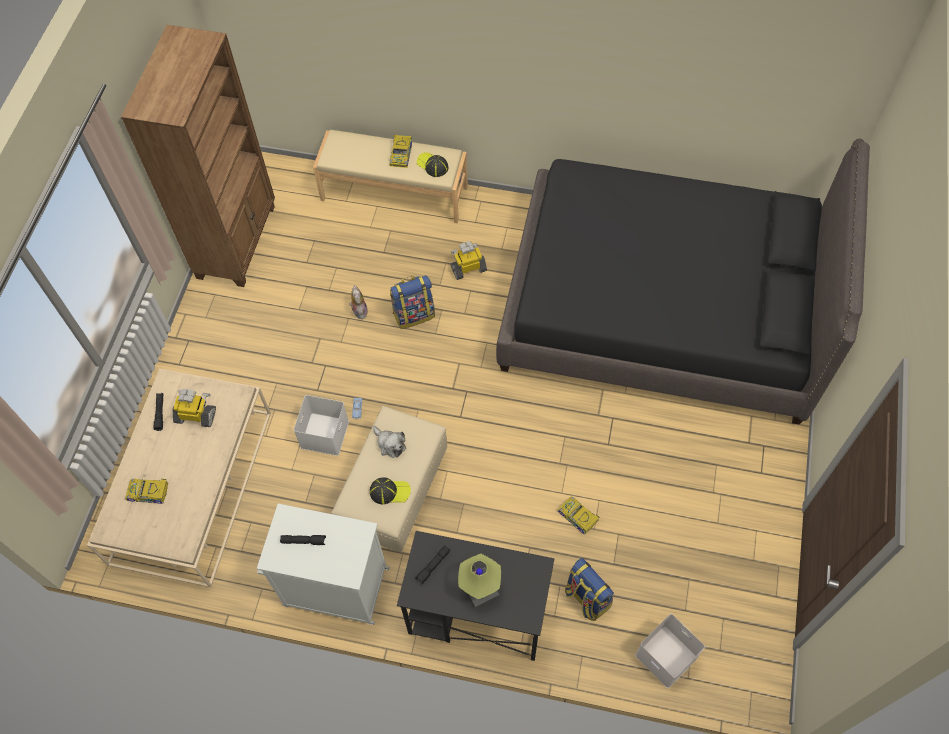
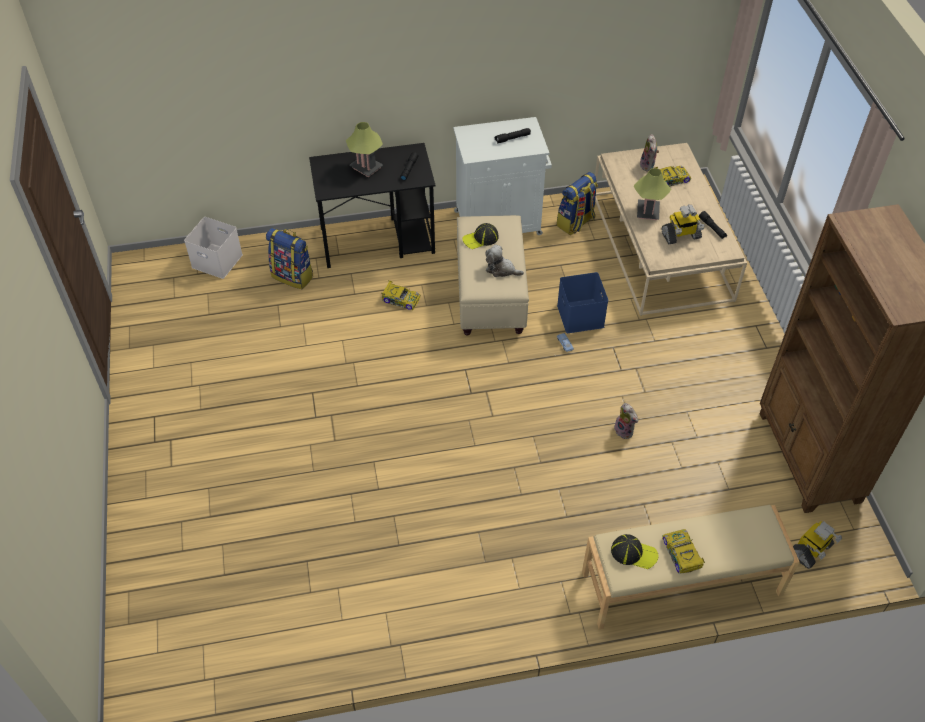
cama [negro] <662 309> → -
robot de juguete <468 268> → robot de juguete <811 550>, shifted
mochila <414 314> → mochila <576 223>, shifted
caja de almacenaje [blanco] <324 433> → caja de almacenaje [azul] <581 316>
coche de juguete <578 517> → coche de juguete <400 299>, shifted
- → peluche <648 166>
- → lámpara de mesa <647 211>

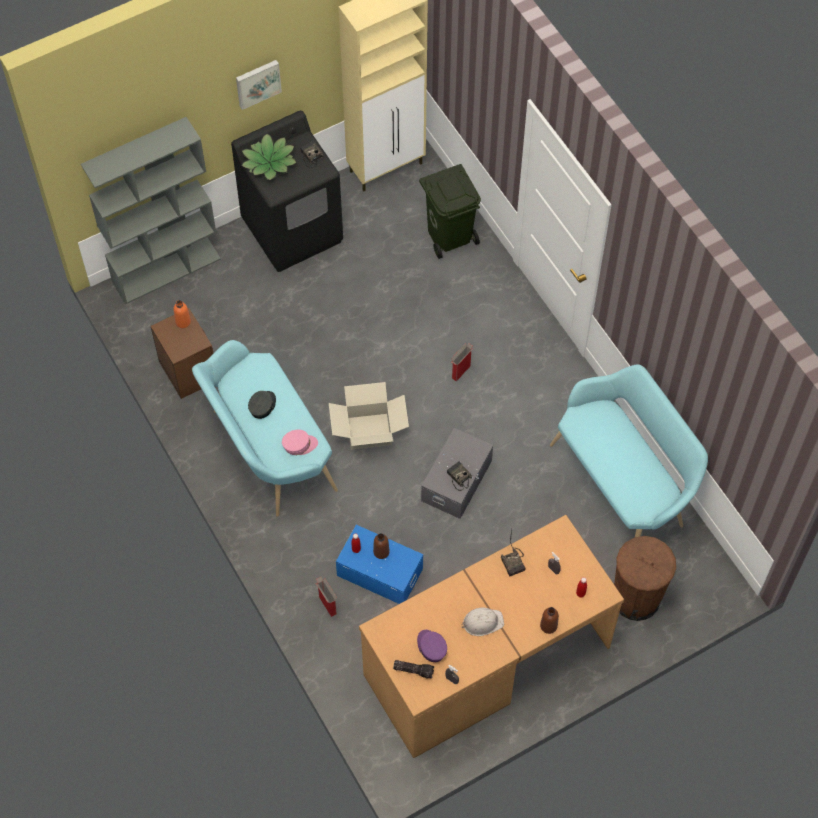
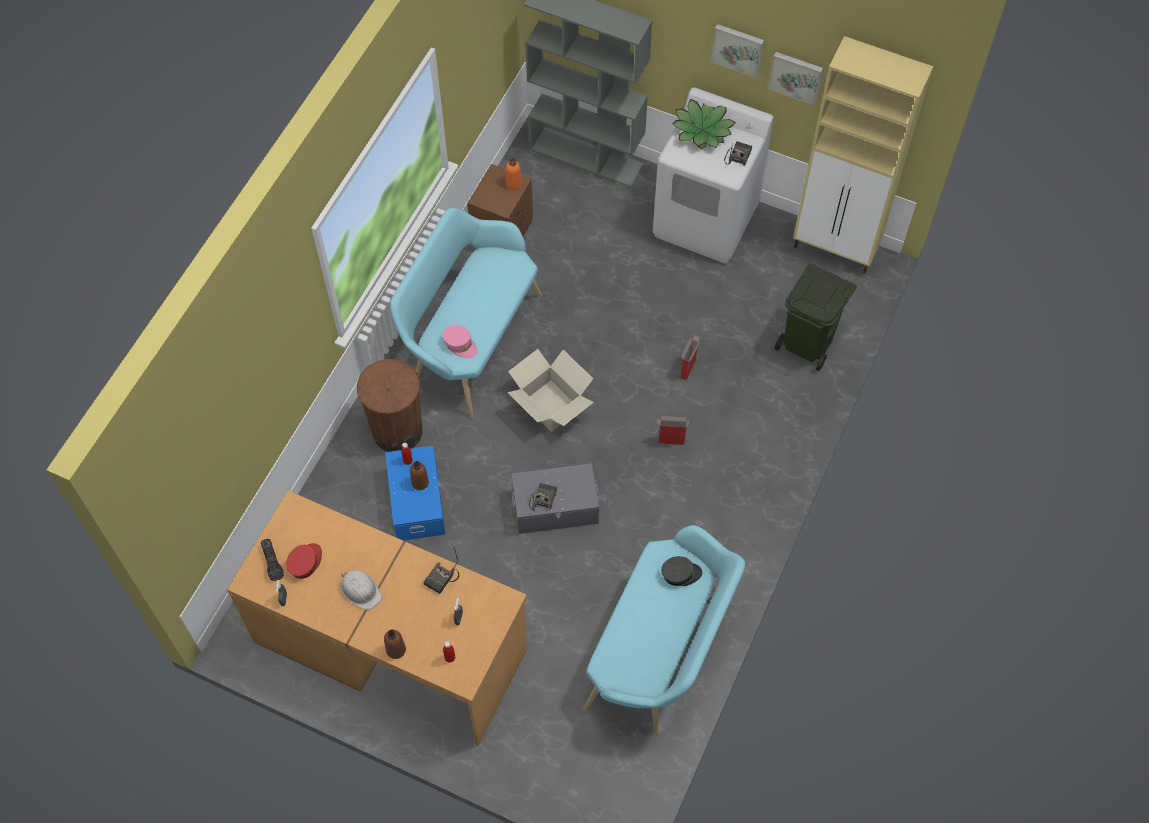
lavadora [negro] <293 230> → lavadora [blanco] <706 220>
gorra [gris] <262 406> → gorra [gris] <680 574>, shifted
papelera [marrón] <636 598> → papelera [marrón] <397 431>, shifted
caja de cartón <327 605> → caja de cartón <688 368>, shifted
gorra [morado] <431 647> → gorra [rojo] <305 562>
- → cuadro <796 76>

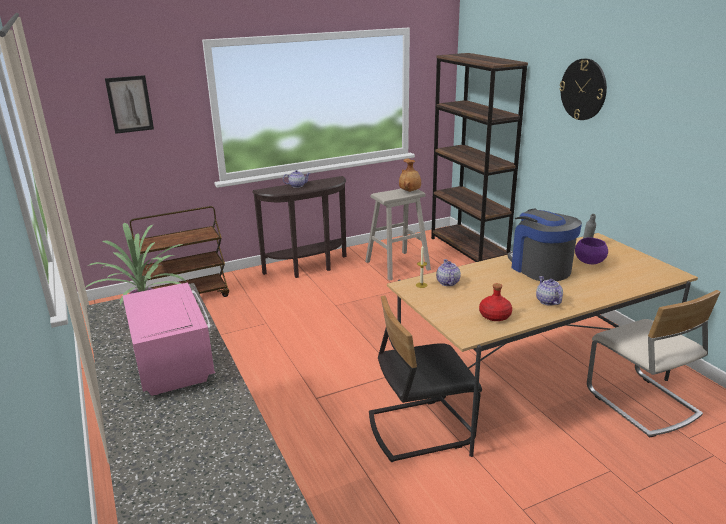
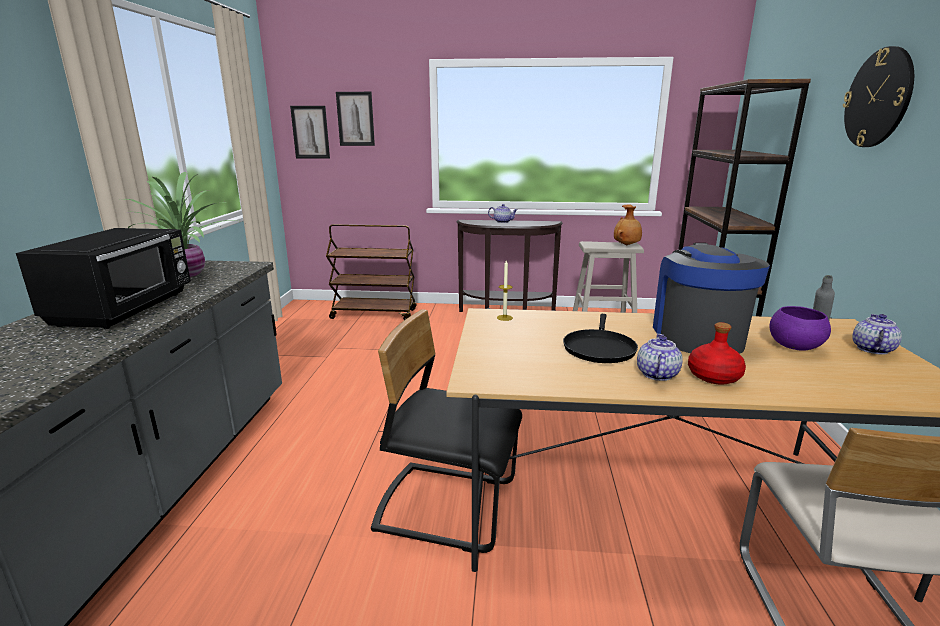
tetera <447 282> → tetera <871 349>, shifted
microondas [rosa] <173 363> → microondas [negro] <126 308>
botella [rojo] <495 315> → botella [rojo] <714 376>, shifted
- → cuadro <310 132>
- → sartén [negro] <599 348>

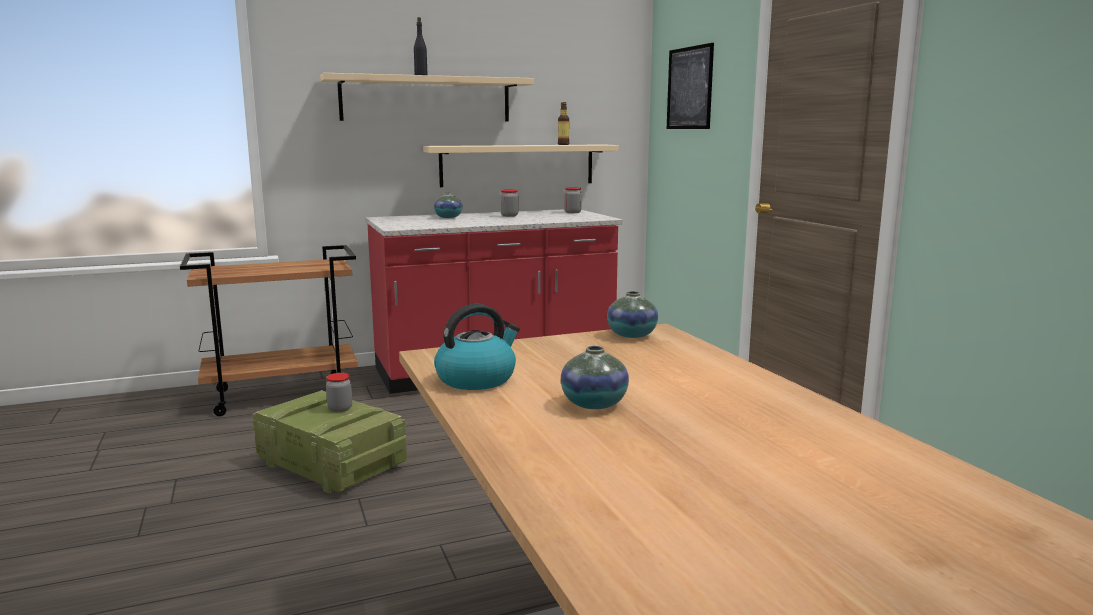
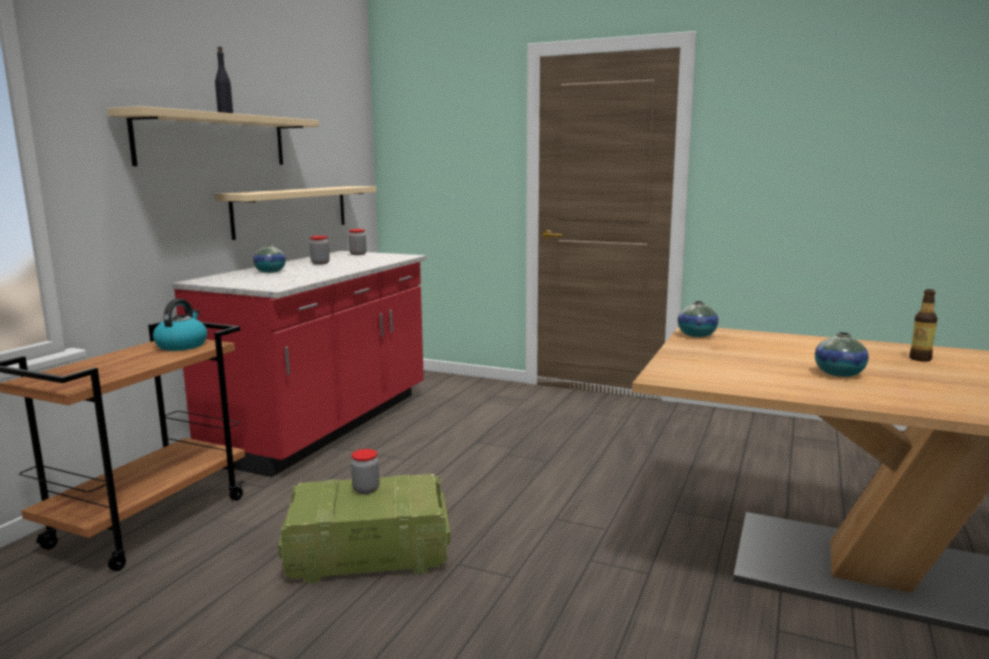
cuadro <689 88> → -
botella <563 144> → botella <920 359>, shifted
hervidor <477 379> → hervidor <182 345>, shifted

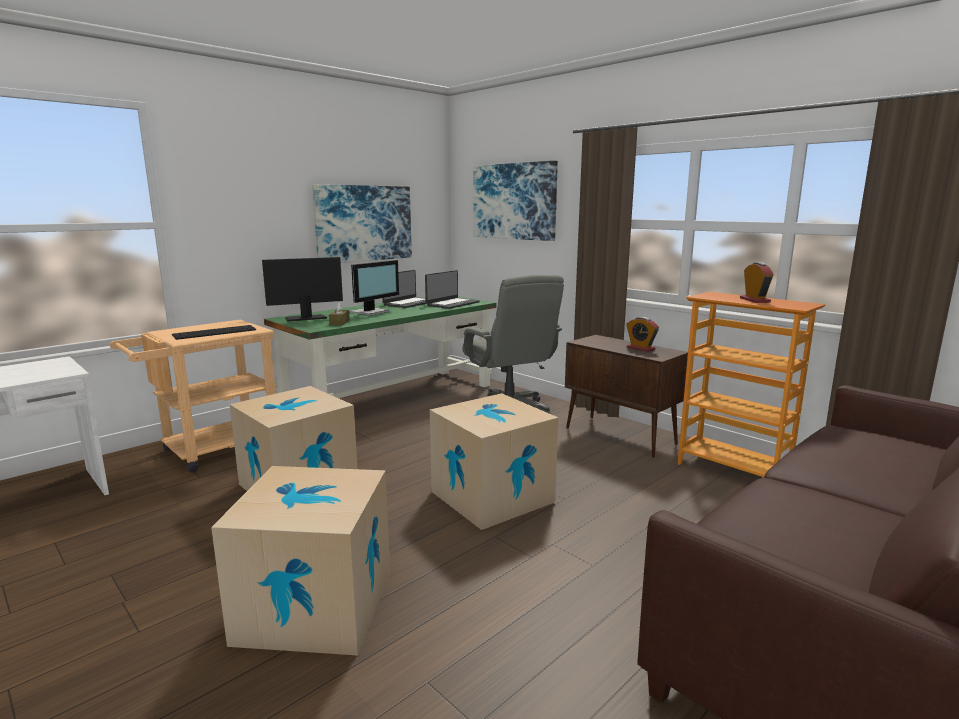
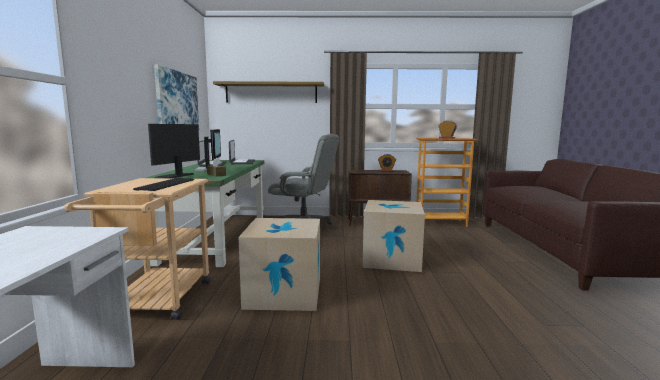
cuadro <514 201> → estante <271 93>
caja de cartón <316 606> → -

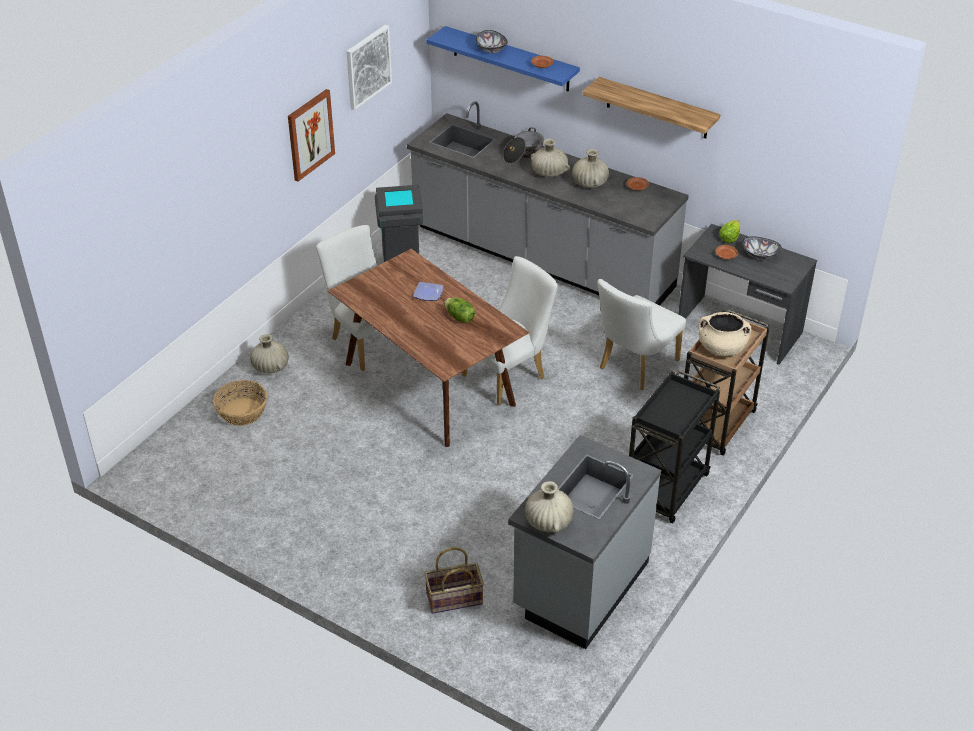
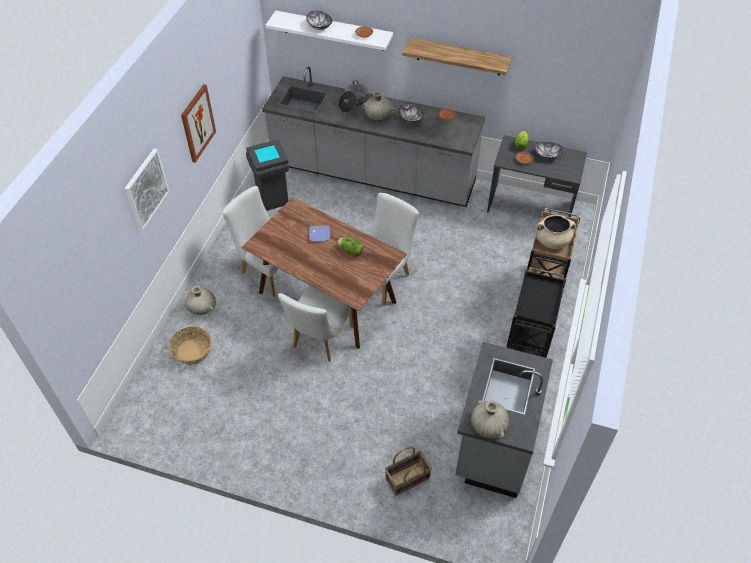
cuadro <367 66> → cuadro <146 189>, shifted
estante [azul] <510 59> → estante [blanco] <334 31>
florero [beis] <590 183> → cuenco <411 119>
silla [blanco] <634 367> → silla [blanco] <320 340>, shifted

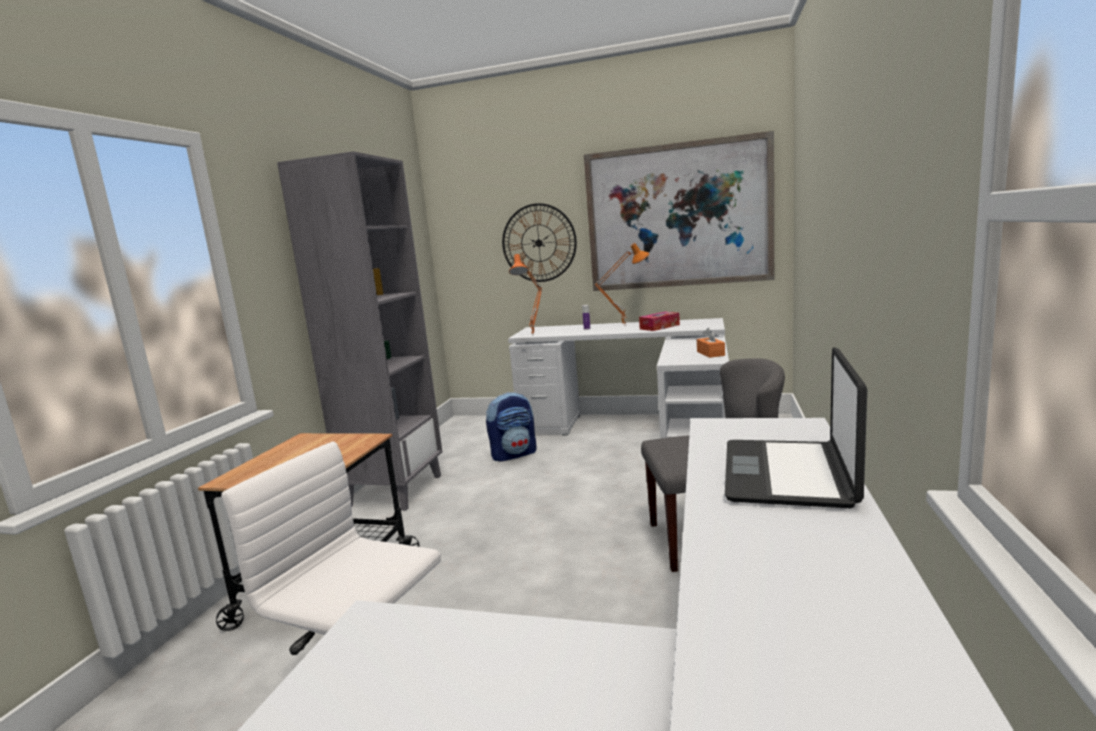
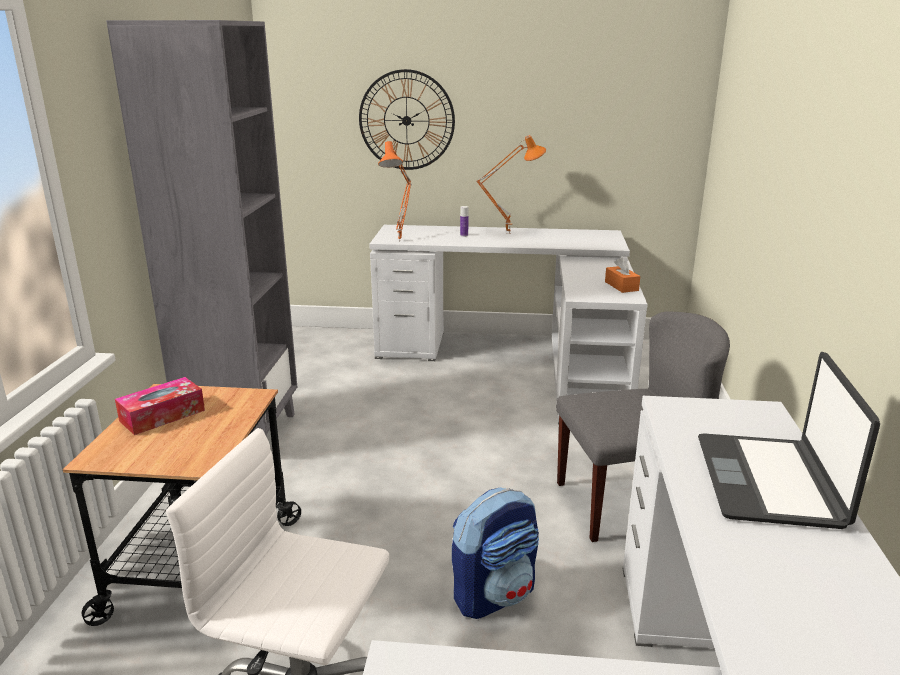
cuadro <678 216> → -
caja de pañuelos <659 327> → caja de pañuelos <162 415>, shifted
mochila <514 454> → mochila <494 594>, shifted

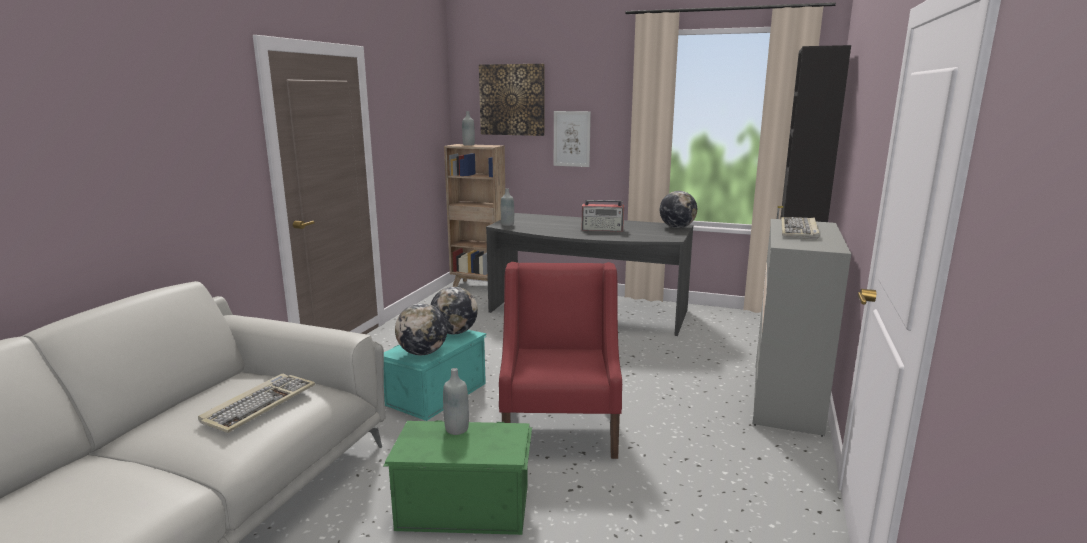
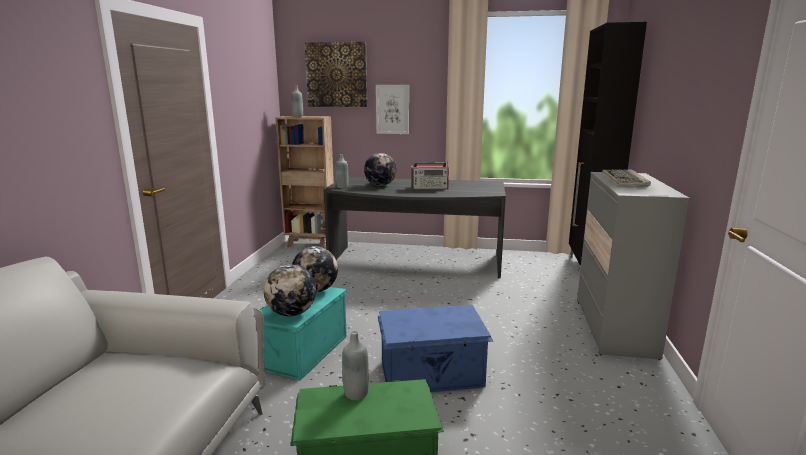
globo terráqueo <677 227> → globo terráqueo <380 185>, shifted
sillón [rojo] <560 428> → caja de almacenaje [azul] <432 375>
teclado <259 405> → -

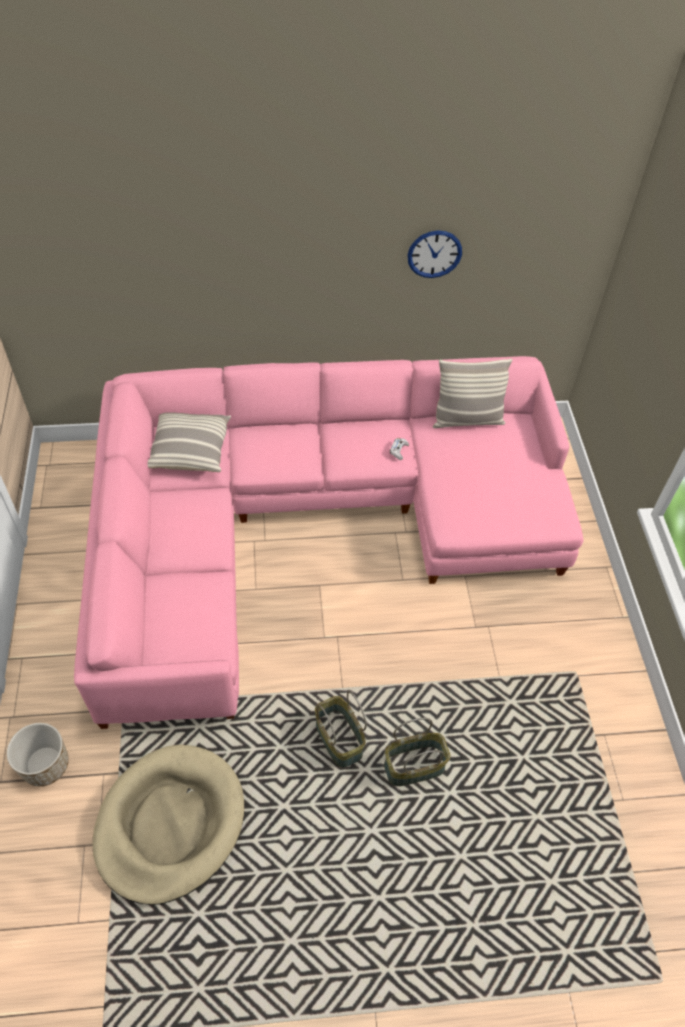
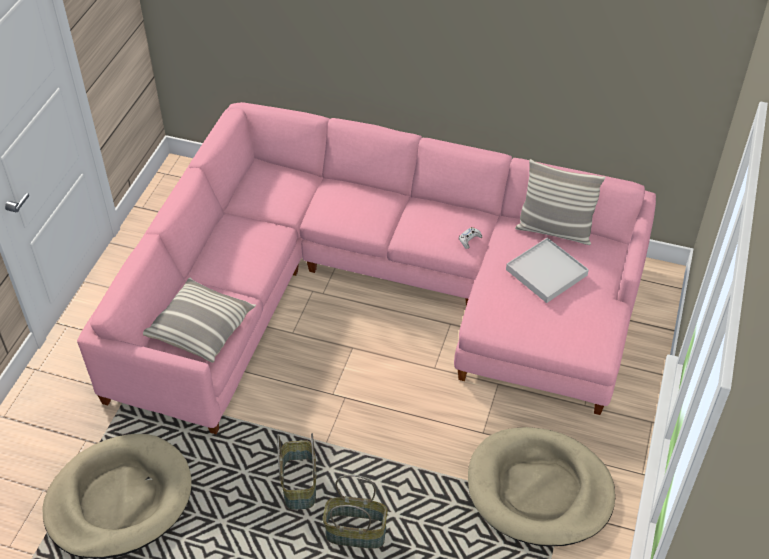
reloj de pared <434 254> → -
cojín <189 450> → cojín <201 329>, shifted
maceta <45 765> → -
- → bandeja [blanco] <546 272>
- → cama para perro [beis] <539 490>

